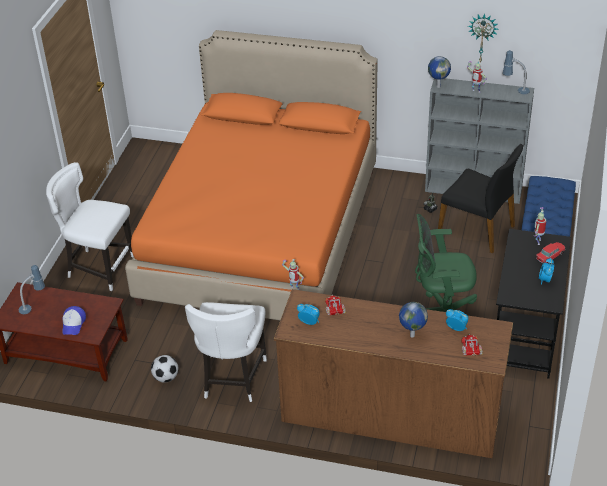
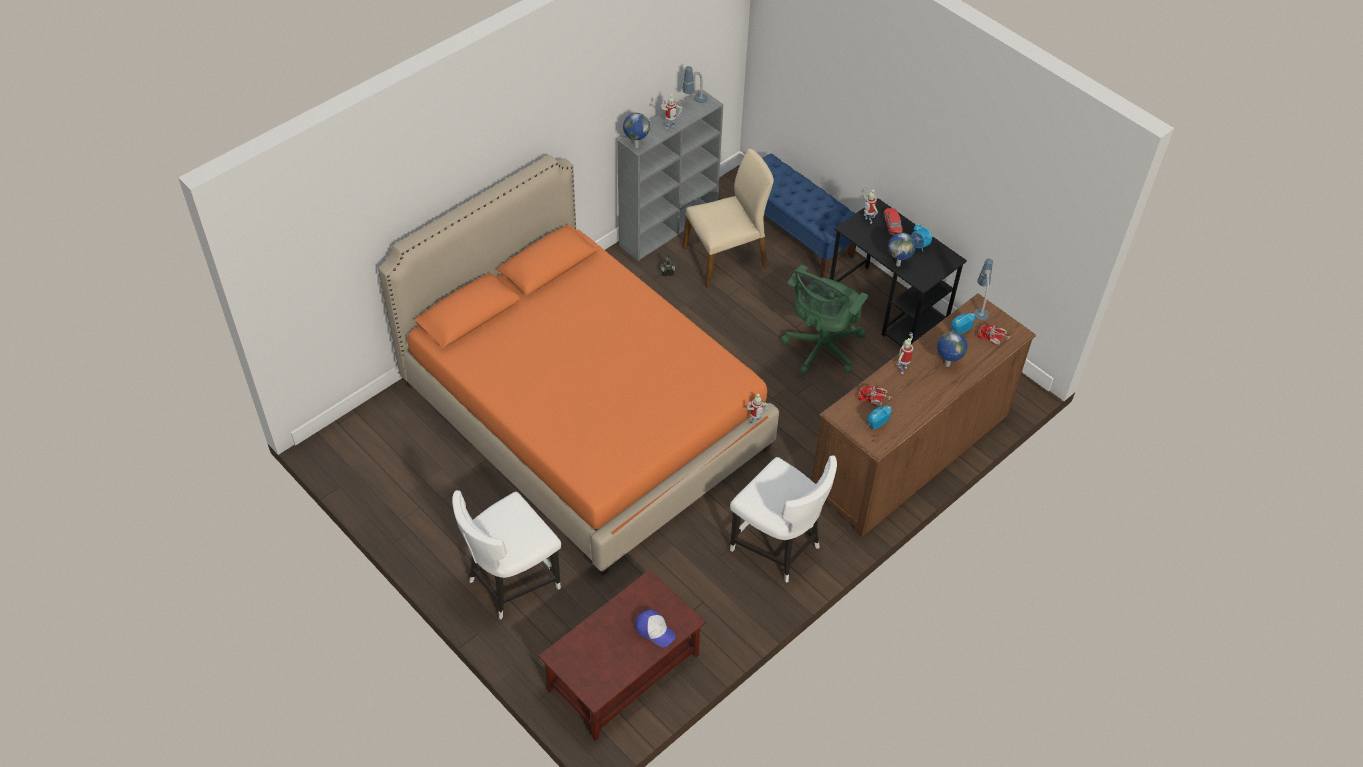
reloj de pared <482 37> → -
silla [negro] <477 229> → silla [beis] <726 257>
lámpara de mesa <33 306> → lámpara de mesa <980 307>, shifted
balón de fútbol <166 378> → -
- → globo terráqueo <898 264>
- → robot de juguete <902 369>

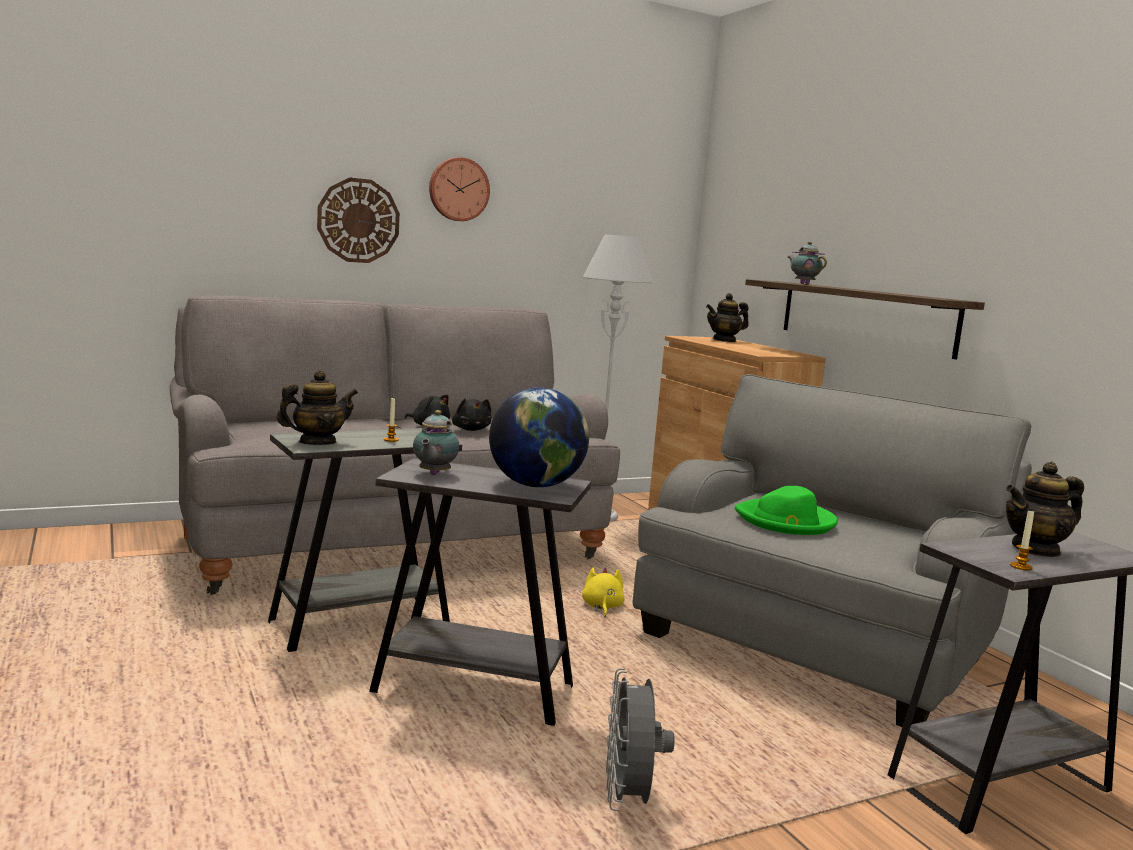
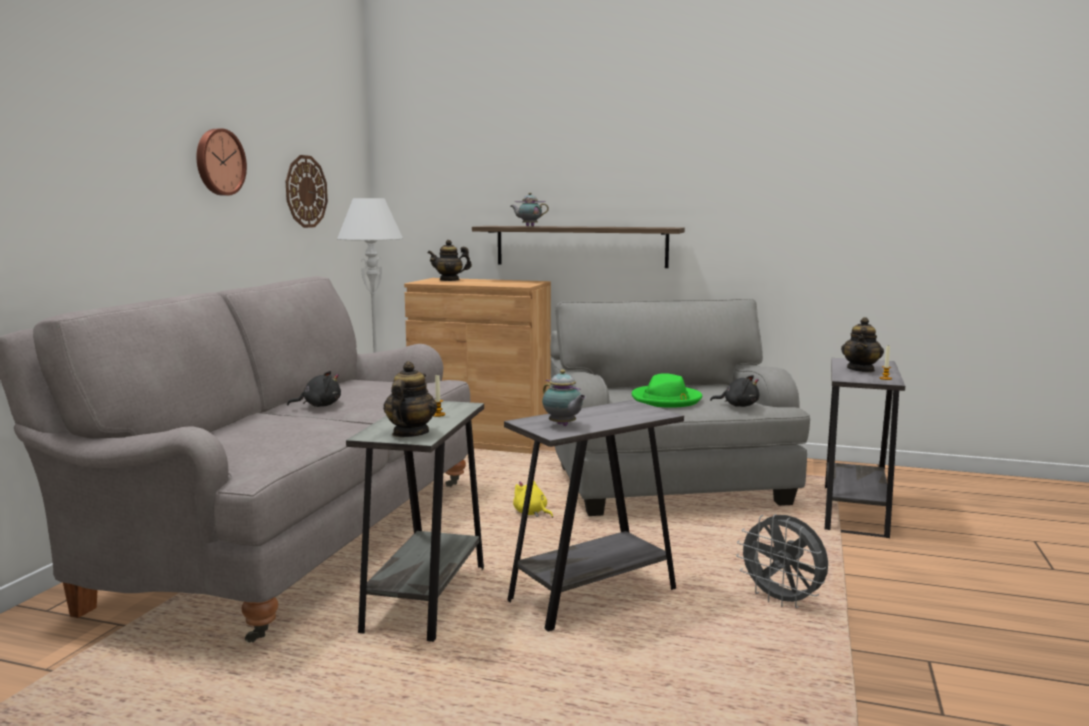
reloj de pared <358 220> → reloj de pared <306 191>, shifted
tetera <724 340> → tetera <449 280>, 60 degrees clockwise
globo terráqueo <535 485> → -
peluche [negro] <471 429> → peluche [negro] <738 405>, shifted

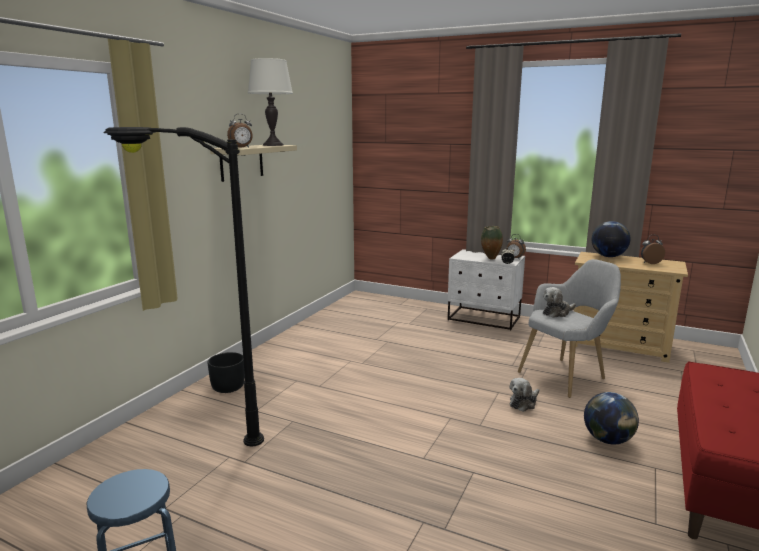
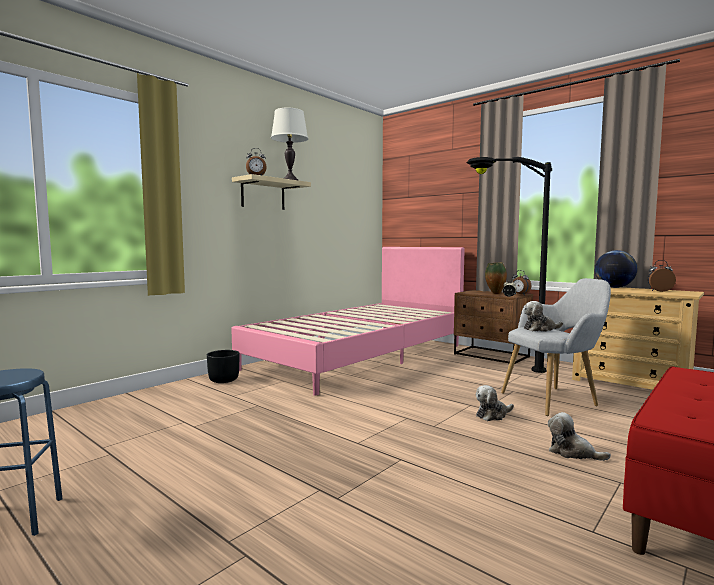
lámpara de pie [negro] <192 438> → lámpara de pie [negro] <493 367>, shifted
mesita de noche [blanco] <484 319> → mesita de noche [marrón] <491 356>
globo terráqueo <607 440> → peluche <572 452>
- → cama [rosa] <359 356>

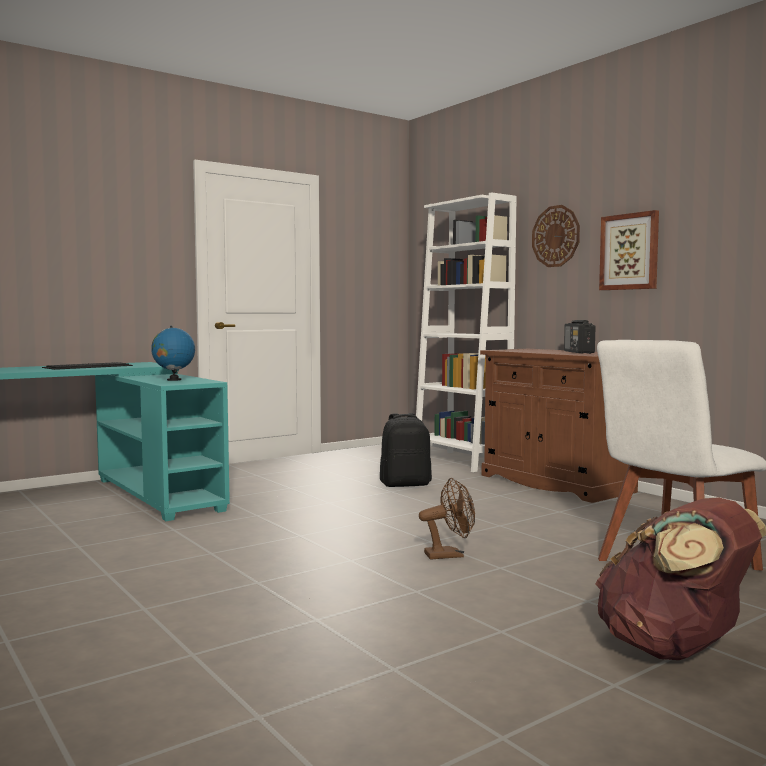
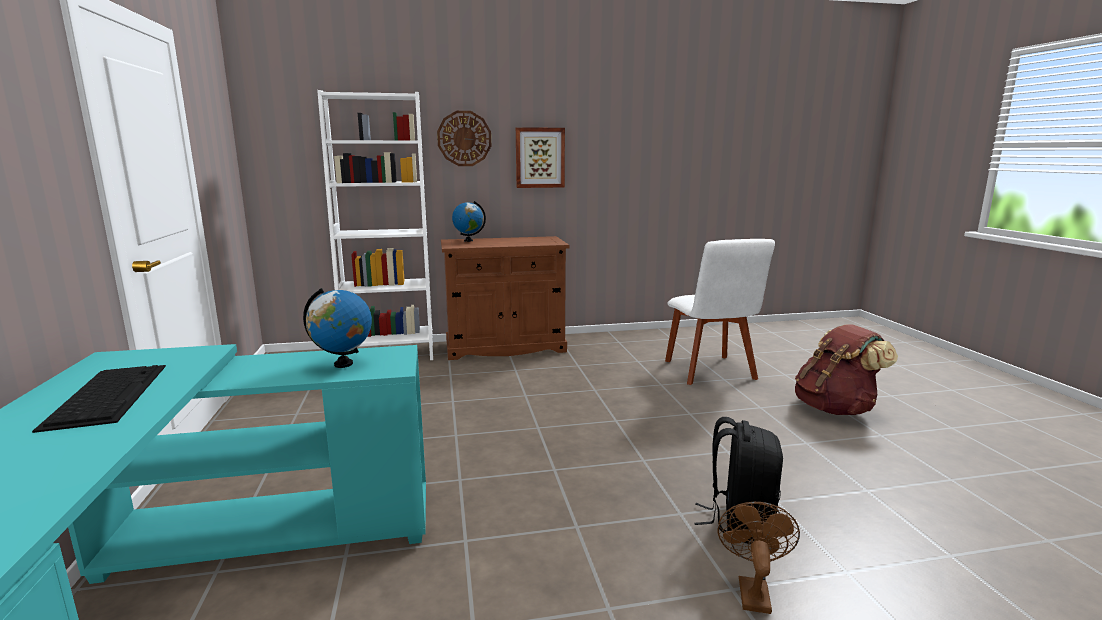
radio <579 352> → -
mochila [negro] <405 484> → mochila [negro] <739 523>, shifted
ventilador [marrón] <449 555> → ventilador [marrón] <752 590>, shifted
- → globo terráqueo <468 240>

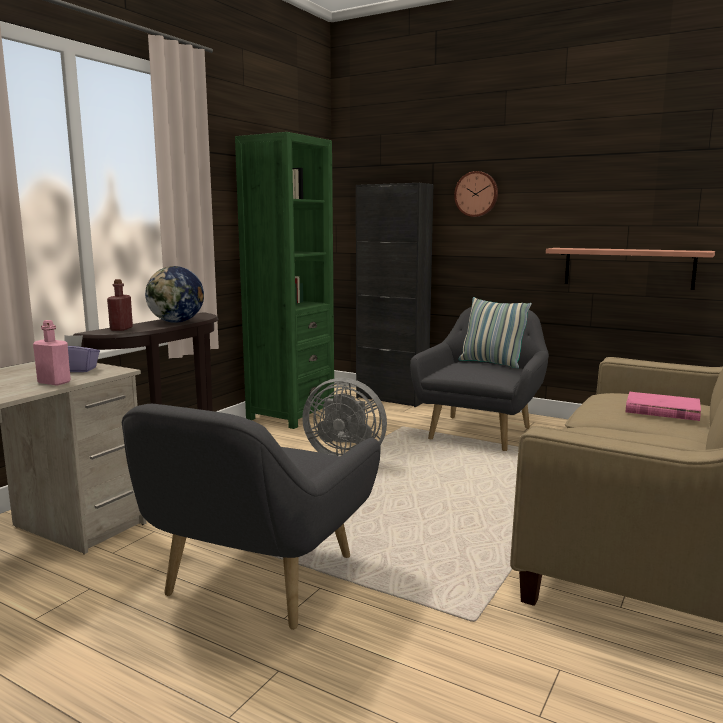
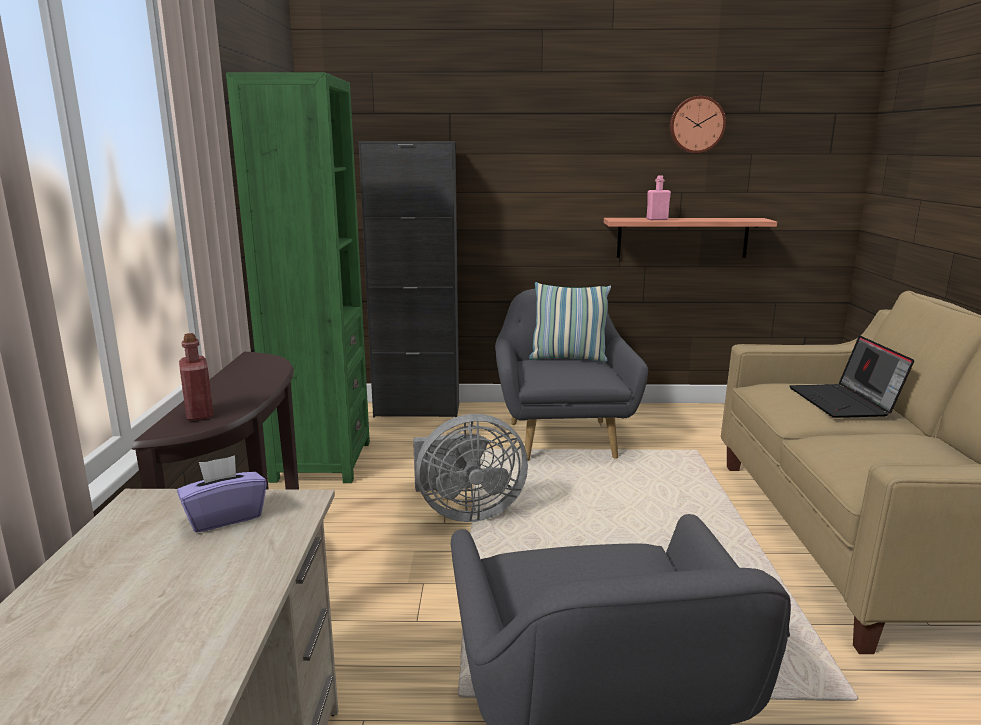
reloj de pared <476 194> → reloj de pared <696 125>, shifted
globo terráqueo <176 322> → -
botella [rosa] <54 382> → botella [rosa] <657 219>, shifted
libro [rosa] <661 410> → portátil <845 402>

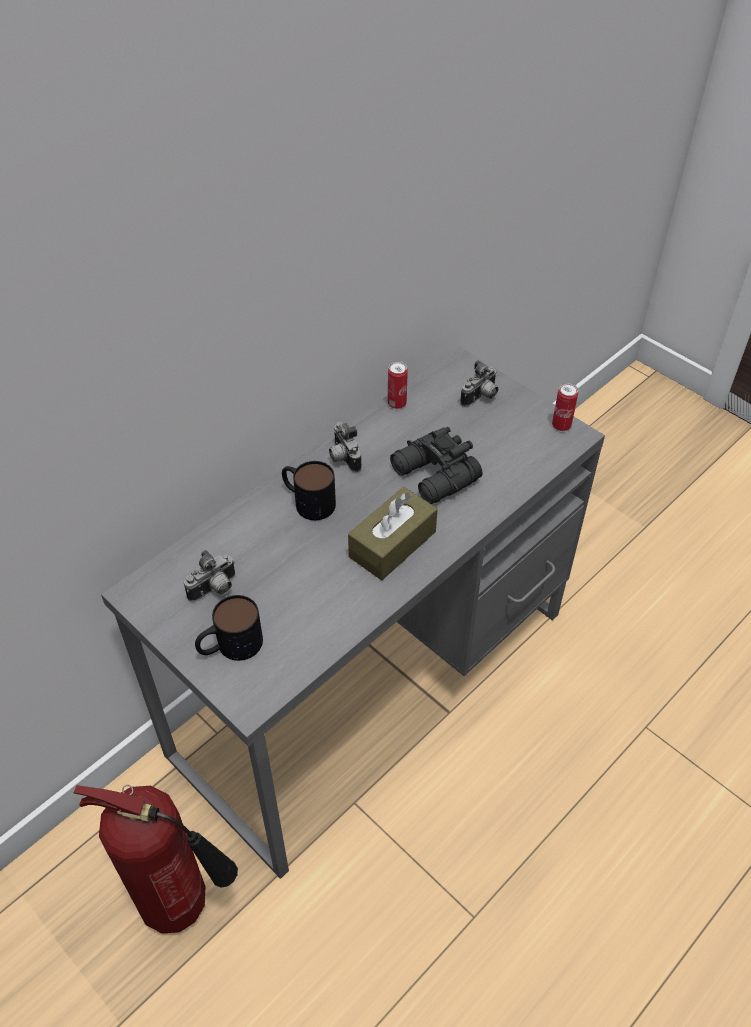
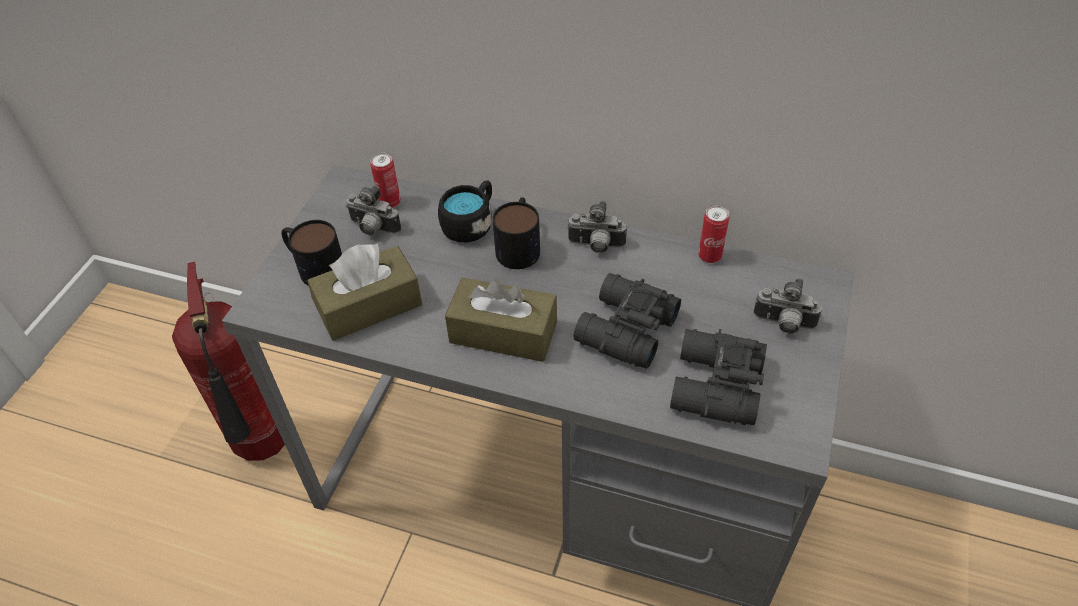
lata <561 425> → lata <390 202>, shifted
cámara <343 458> → cámara <596 246>, 120 degrees counterclockwise
- → taza grande [negro] <471 224>
- → caja de pañuelos [marrón] <369 306>
- → prismáticos [negro] <713 387>

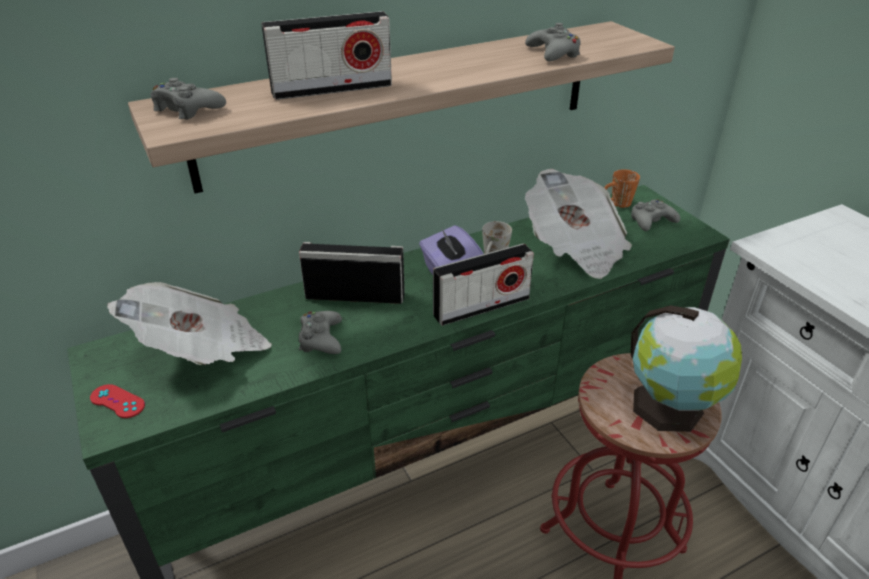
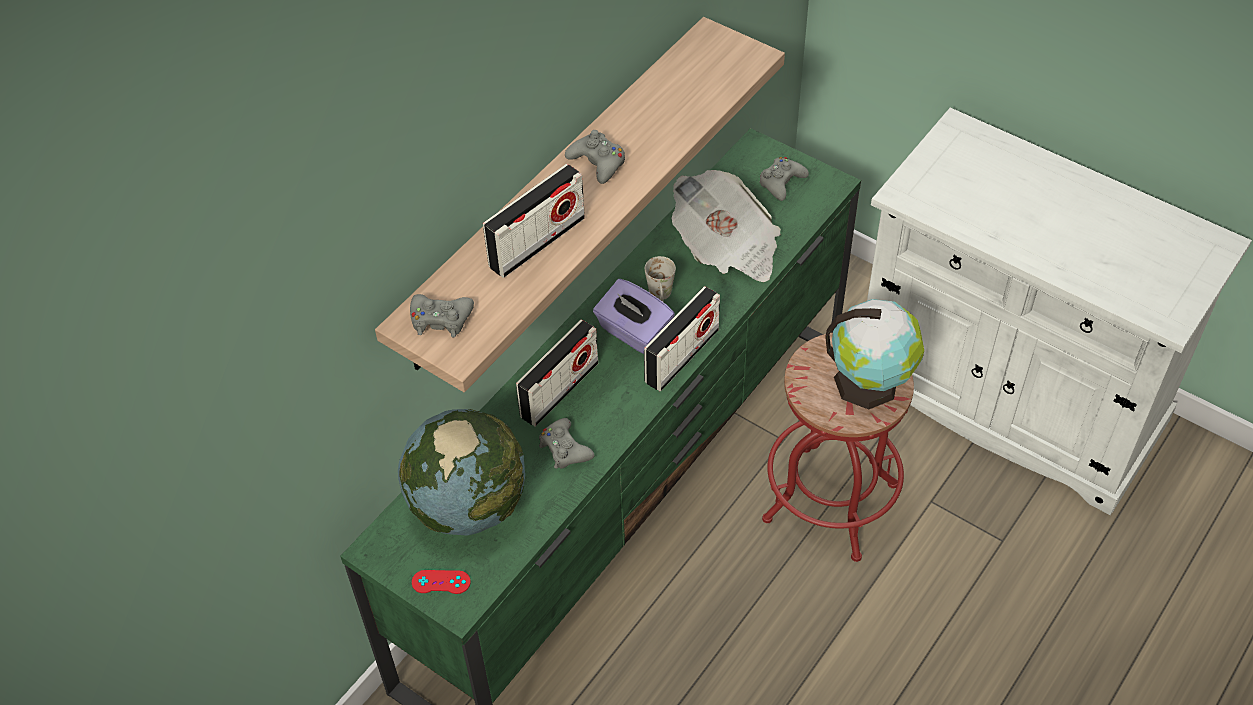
mando de consola [gris] <553 53> → mando de consola [gris] <598 162>, shifted
taza grande [naranja] <616 204> → -
radio <355 296> → radio <559 390>, 150 degrees clockwise
periódico <202 350> → globo terráqueo <469 505>

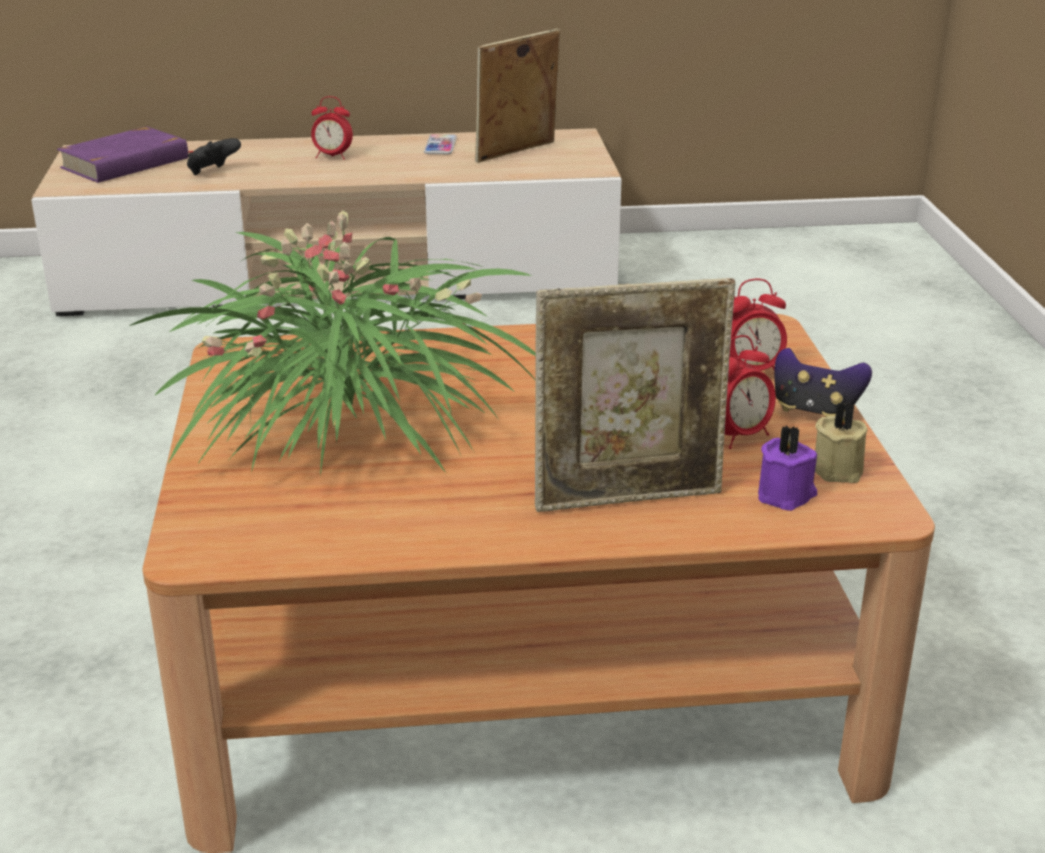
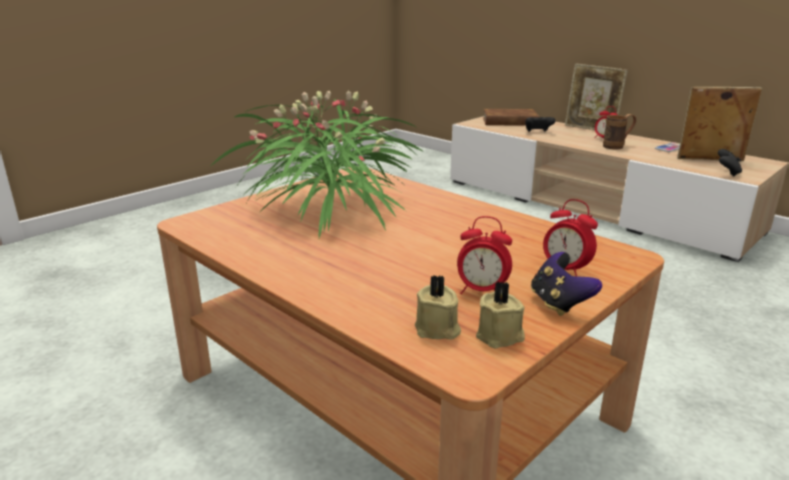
libro [morado] <126 163> → libro [marrón] <510 122>
portarretratos <628 497> → portarretratos <590 129>, shifted
vela [morado] <787 495> → vela [beis] <437 330>
- → taza grande [marrón] <617 146>
- → mando de consola [negro] <727 173>

